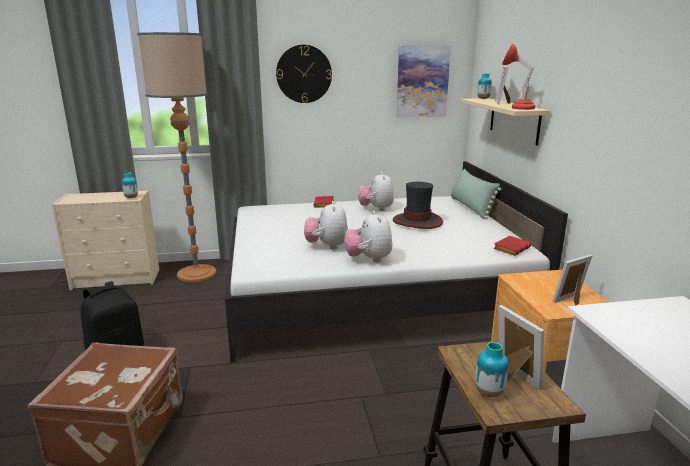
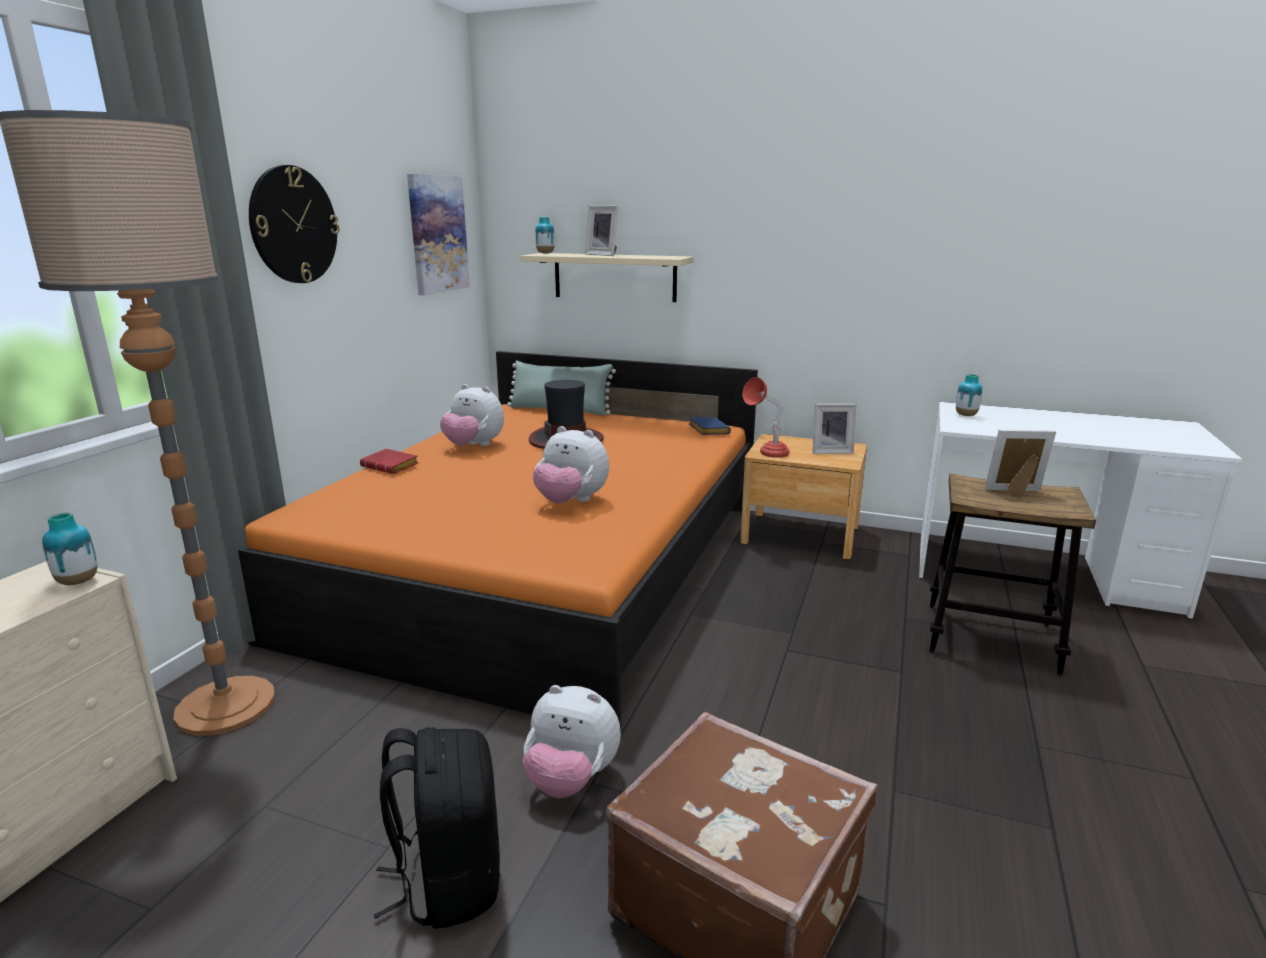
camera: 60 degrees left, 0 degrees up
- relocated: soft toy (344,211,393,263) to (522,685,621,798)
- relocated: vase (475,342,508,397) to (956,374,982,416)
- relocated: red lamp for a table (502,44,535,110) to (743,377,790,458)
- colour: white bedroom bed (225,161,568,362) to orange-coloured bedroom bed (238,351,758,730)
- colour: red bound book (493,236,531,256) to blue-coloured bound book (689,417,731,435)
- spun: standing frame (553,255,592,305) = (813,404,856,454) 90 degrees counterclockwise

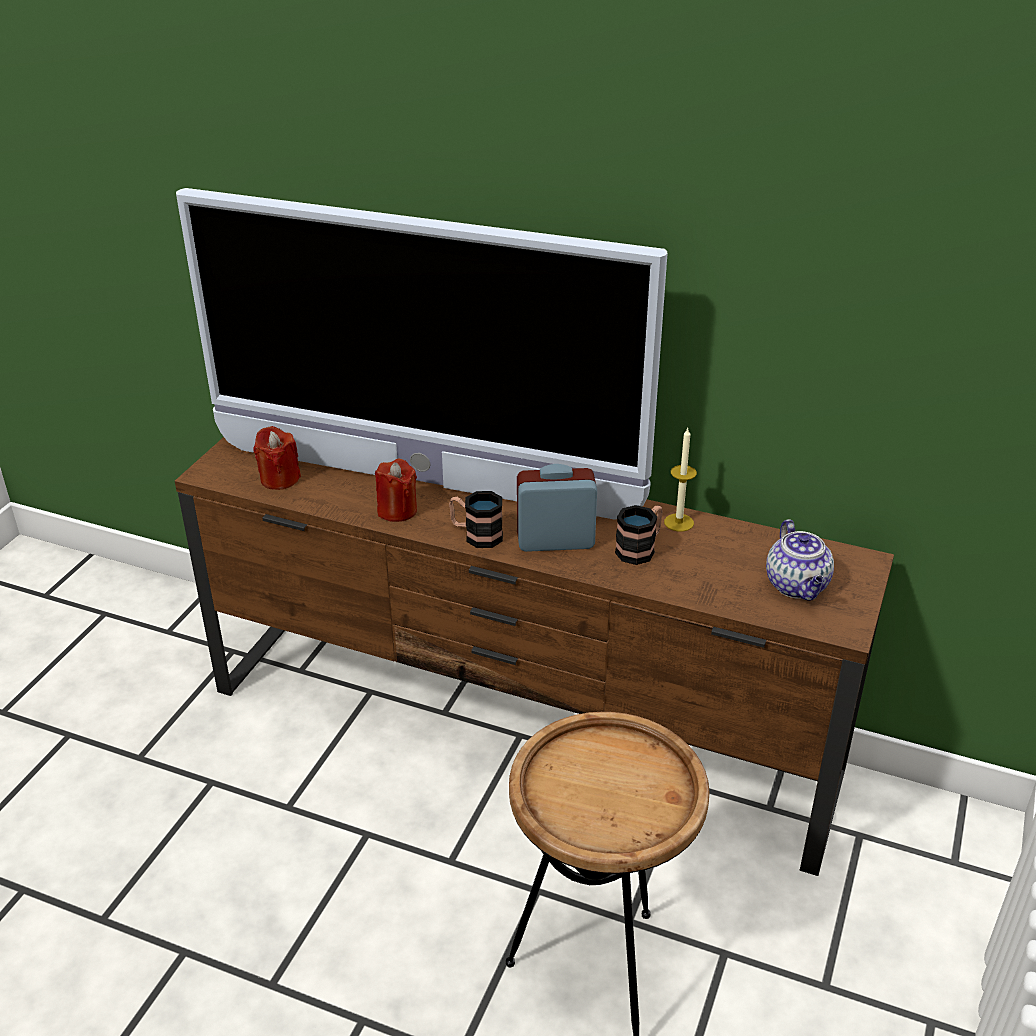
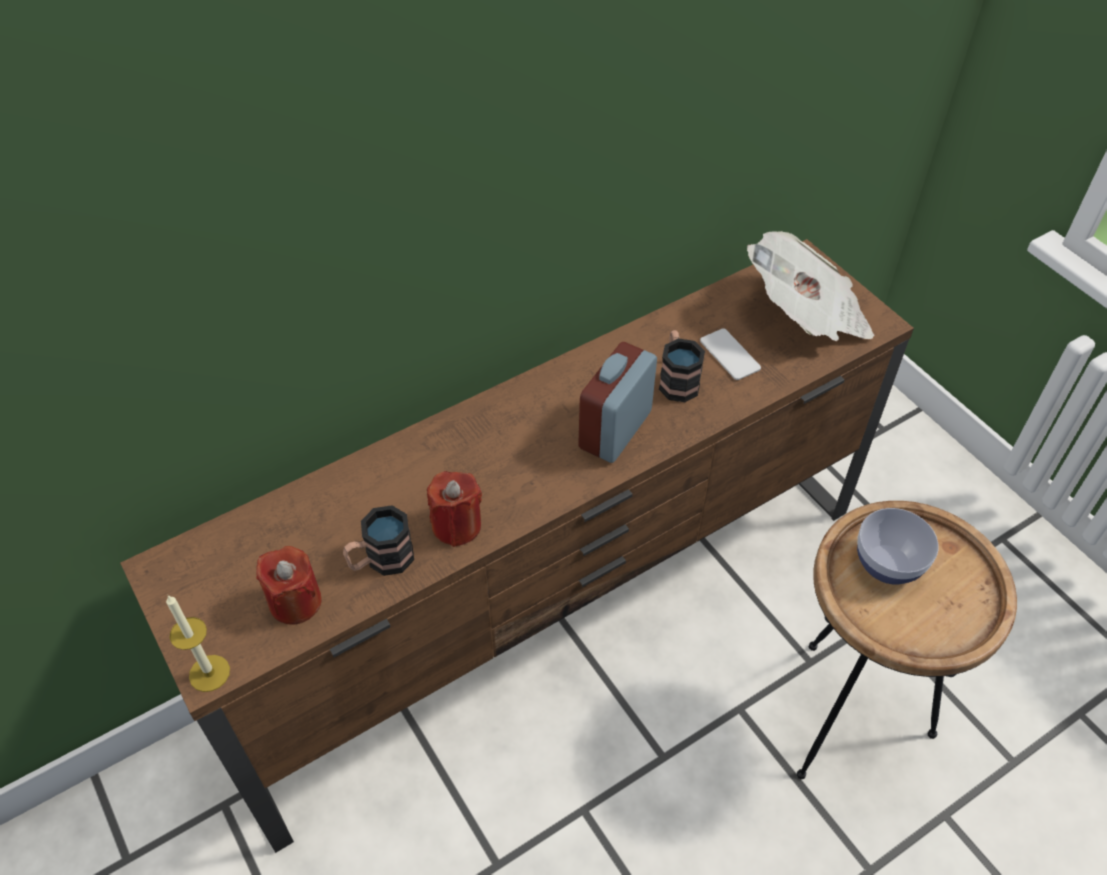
camera: 55 degrees left, 15 degrees up
- missing: TV set (176,188,668,520)
- appeared: telephone (700,329,761,380)
- appeared: deep dish (857,508,938,585)
- relocated: mug (449,491,503,548) to (343,505,414,576)
- relocated: wax candle (664,428,697,532) to (166,595,230,692)
- exchanged: teapot (766,519,834,601) to daily paper (747,231,874,341)

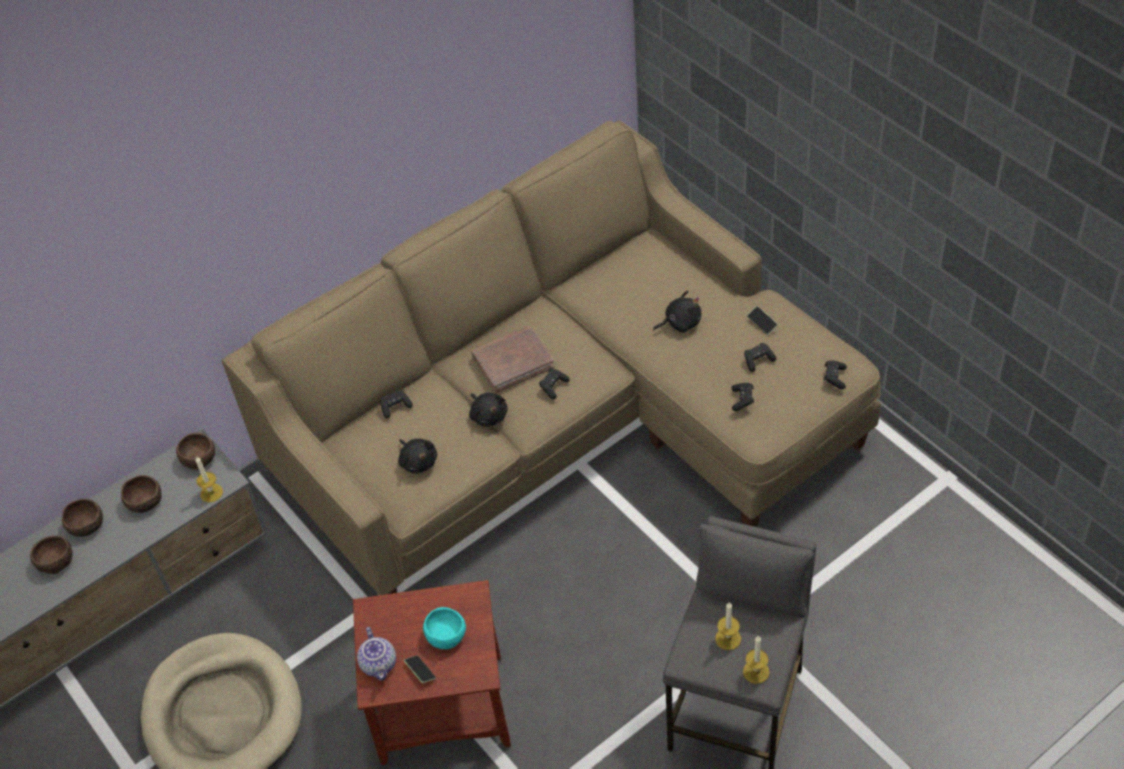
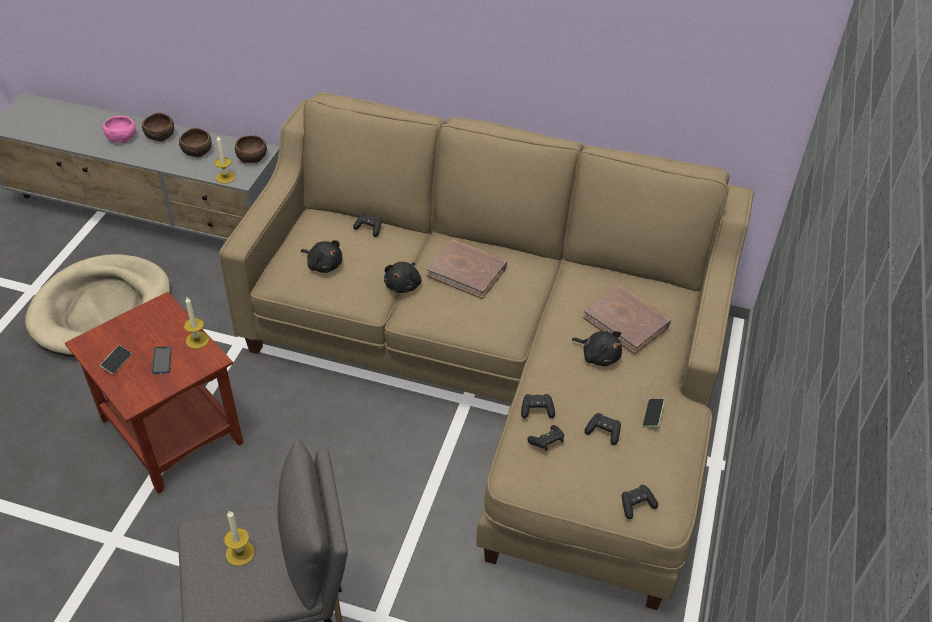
camera: 50 degrees right, 5 degrees down
- missing: teapot (357,627,396,681)
- appeared: brown-coloured bound book (583,285,671,354)
- relocated: black-coloured game controller (539,369,570,399) to (521,394,555,419)
- relocated: wax candle (743,636,770,684) to (184,297,209,349)
- exchanged: blue-green deep dish (423,607,466,649) to telephone (152,346,172,374)
- colour: brown-coloured deep dish (30,536,73,574) to pink deep dish (103,116,136,144)
- spun: black-coloured soft toy (398,439,437,474) = (301,240,342,273) 75 degrees counterclockwise

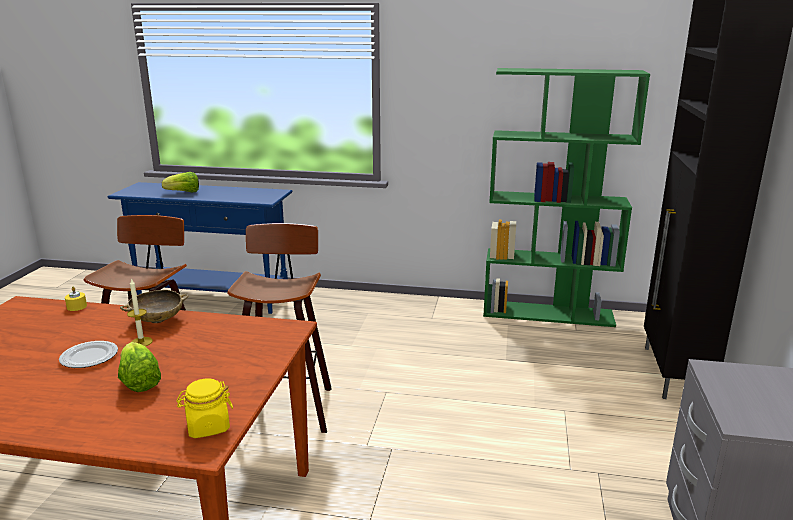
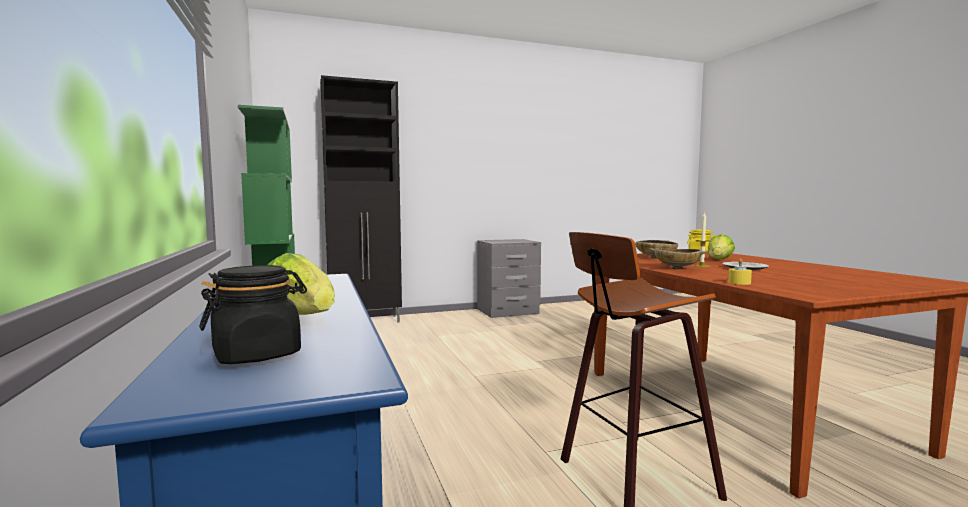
camera: 120 degrees left, 15 degrees down
- missing: sitting stool (227,223,332,433)
- appeared: black-coloured jar (199,265,307,364)
- appeared: beige-coloured deep dish (635,240,678,258)

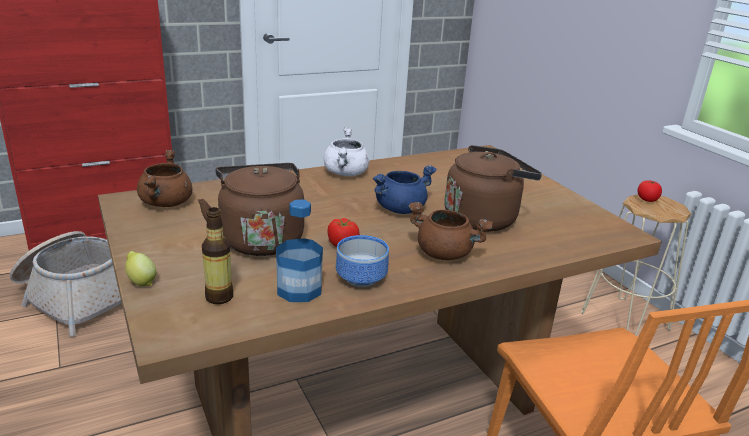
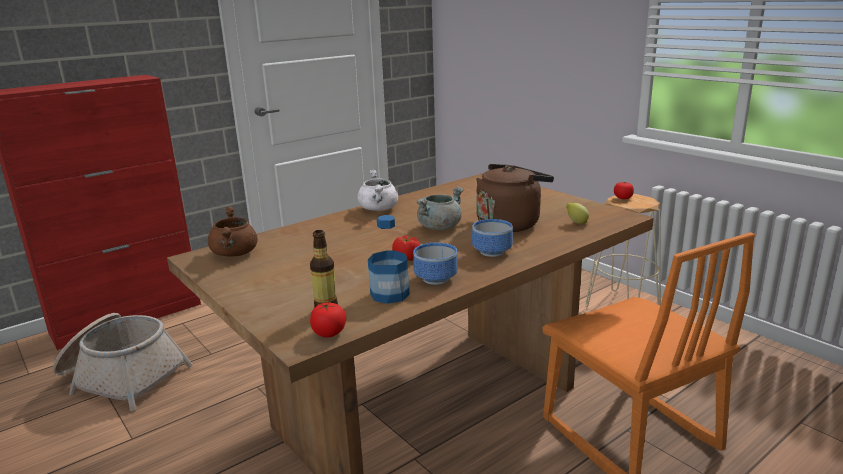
camera: 10 degrees left, 5 degrees down
- missing: brown-coloured tea kettle (198,163,304,256)
- appeared: whole tomato (310,302,346,337)
- relocated: whole lemon (125,251,156,286) to (566,203,589,224)
- exchanged: brown-coloured stockpot (408,202,494,260) to deep dish (472,219,513,257)
- colour: blue-coloured stockpot (373,165,437,214) to grey stockpot (417,187,464,230)

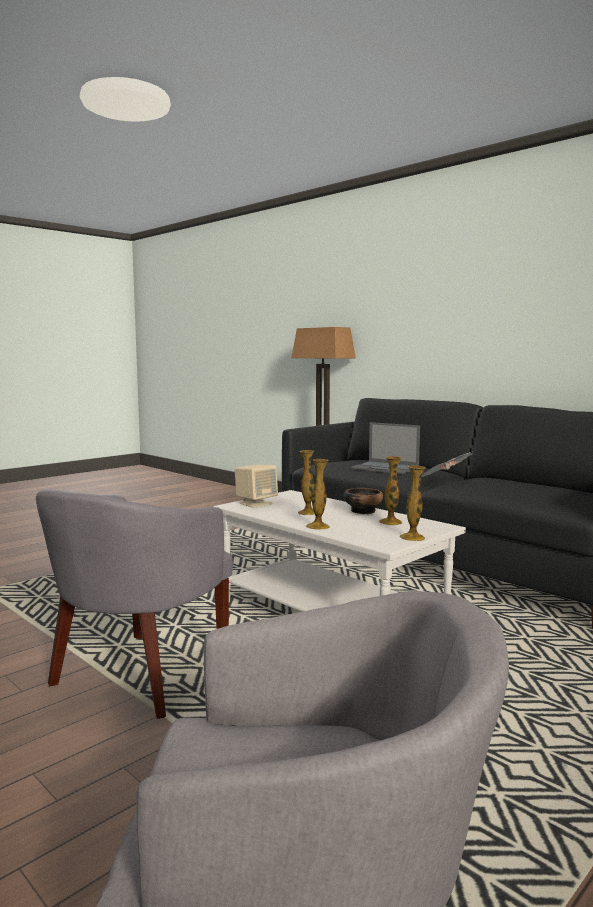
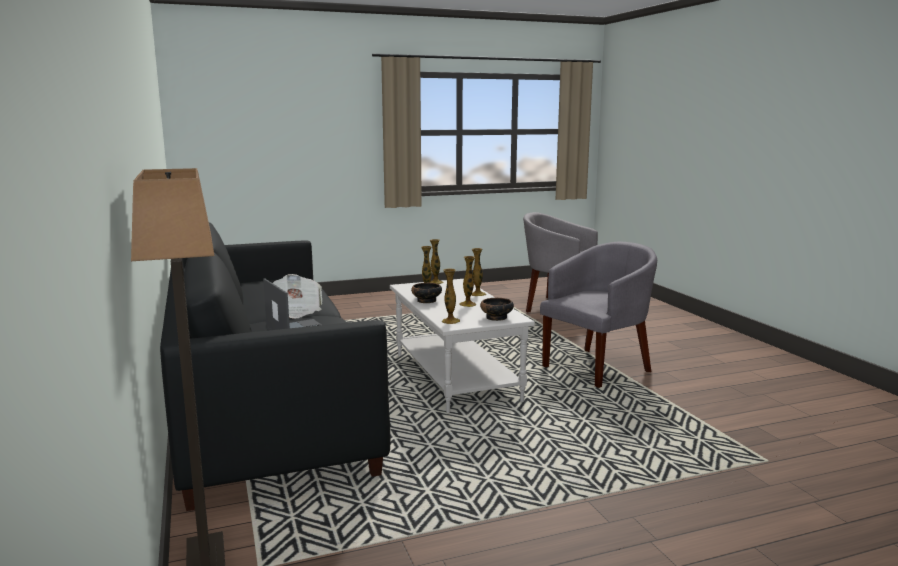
camera: 155 degrees left, 5 degrees up
- appeared: vase (442,268,460,324)
- exchanged: beige-coloured audio speaker (235,465,278,508) to deep dish (480,298,514,321)

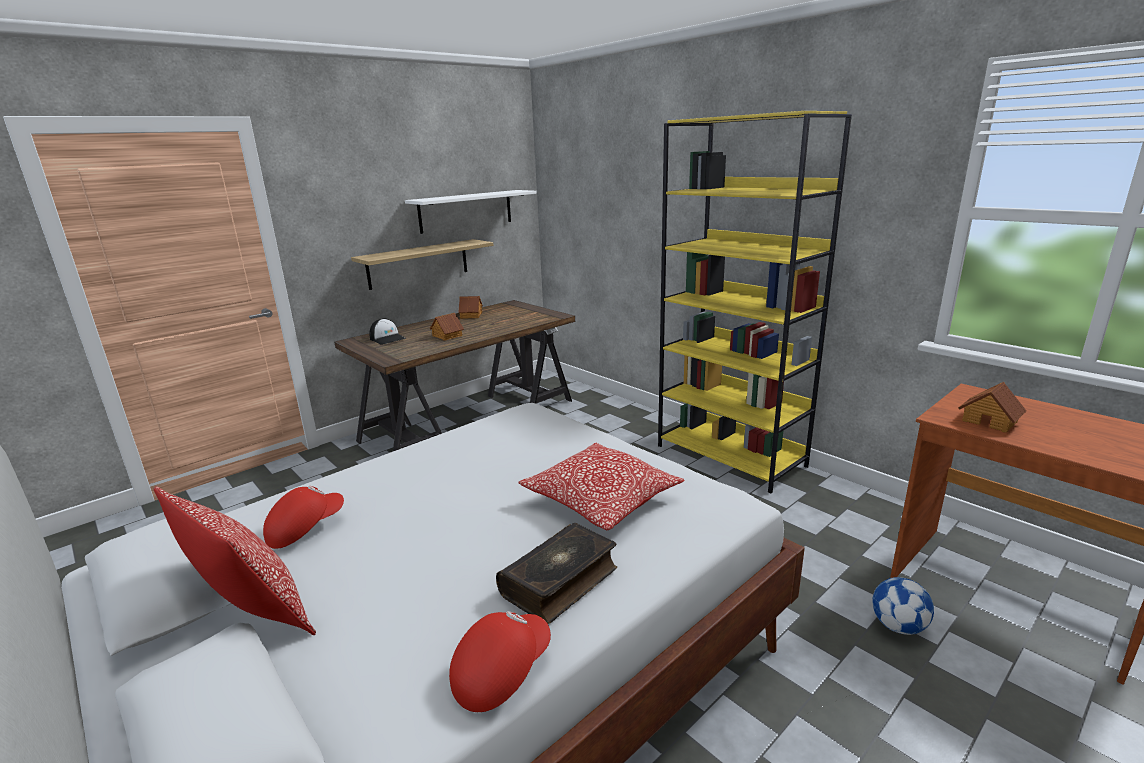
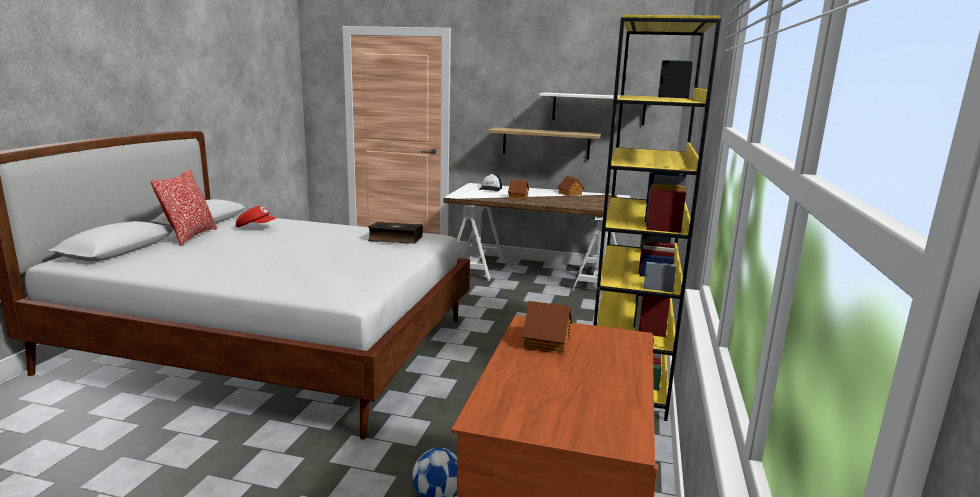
camera: 55 degrees right, 5 degrees down
- missing: red baseball cap (449,611,551,712)
- missing: pillow (518,442,685,530)
- relocated: bound book (496,523,617,624) to (368,222,423,244)
- colour: brown-coloured desk (334,300,575,451) to white desk (443,183,631,291)

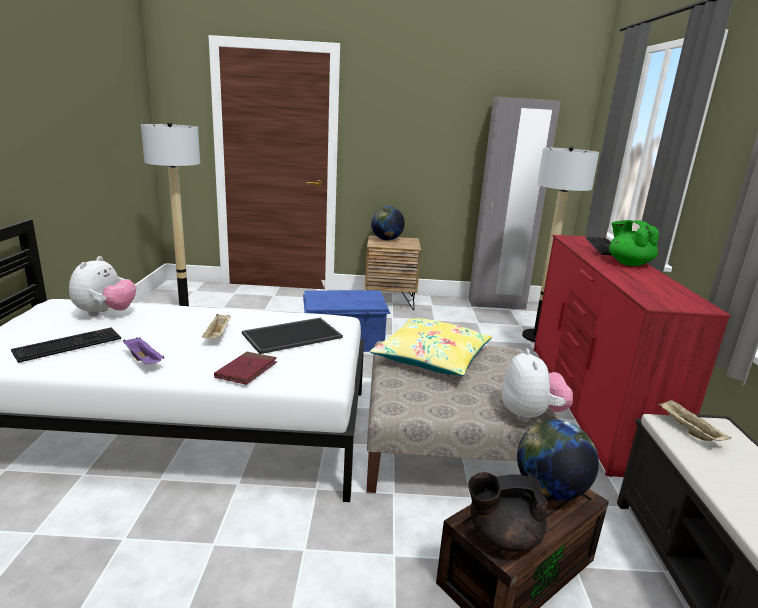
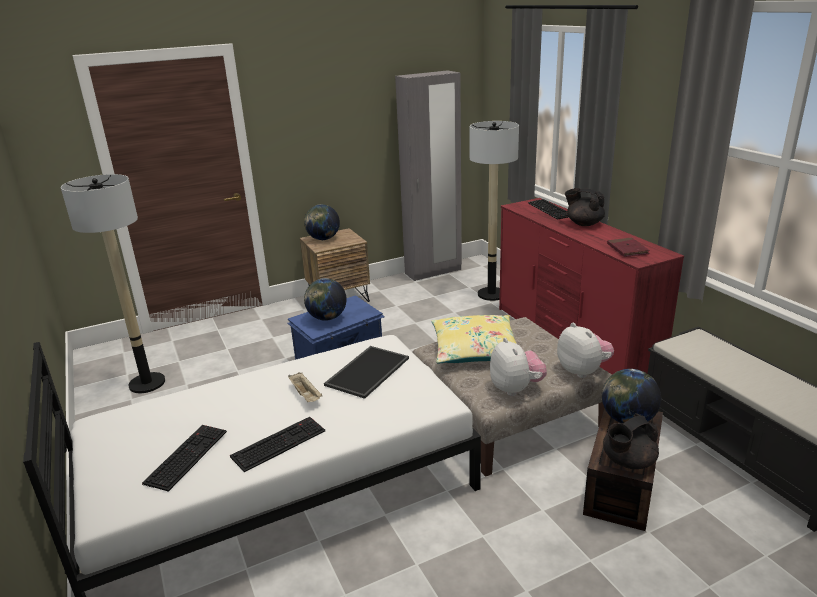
camera: 25 degrees left, 5 degrees up
- missing: beige-coloured serving tray (658,399,731,441)
- appeared: desk globe (304,278,347,321)
- relocated: soft toy (69,256,136,316) to (490,338,547,396)
- relocated: red bound book (214,352,277,385) to (607,237,650,257)
- exchanged: purple-coloured serving tray (123,337,164,364) to keyboard (230,417,325,472)
- colour: greenish teapot (609,220,659,266) to black-coloured teapot (565,188,605,226)

